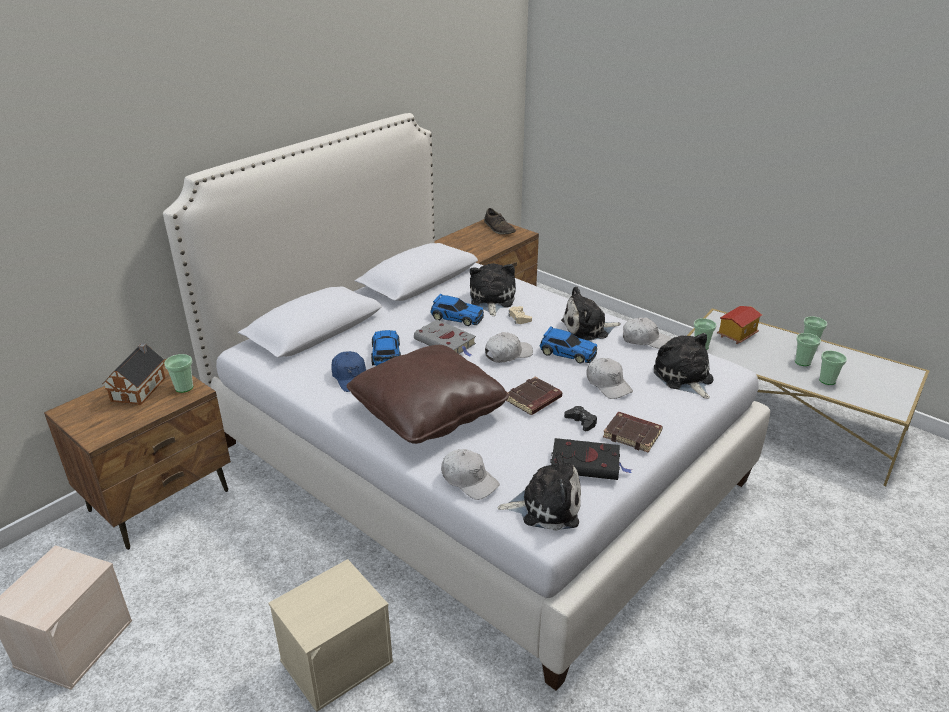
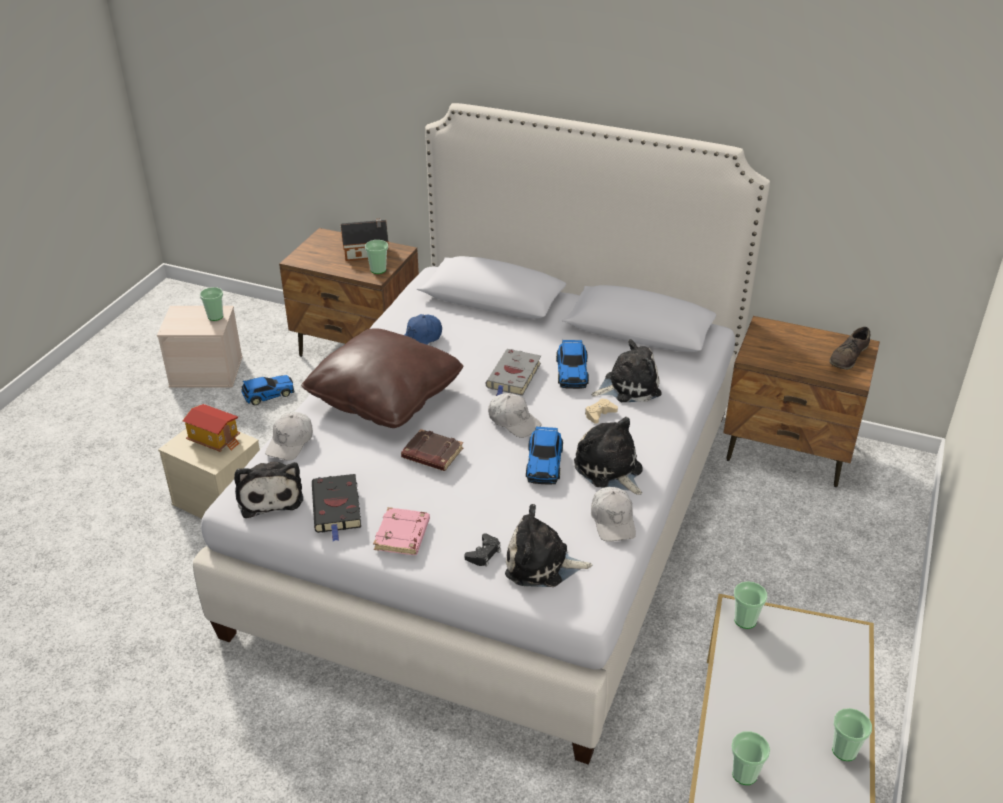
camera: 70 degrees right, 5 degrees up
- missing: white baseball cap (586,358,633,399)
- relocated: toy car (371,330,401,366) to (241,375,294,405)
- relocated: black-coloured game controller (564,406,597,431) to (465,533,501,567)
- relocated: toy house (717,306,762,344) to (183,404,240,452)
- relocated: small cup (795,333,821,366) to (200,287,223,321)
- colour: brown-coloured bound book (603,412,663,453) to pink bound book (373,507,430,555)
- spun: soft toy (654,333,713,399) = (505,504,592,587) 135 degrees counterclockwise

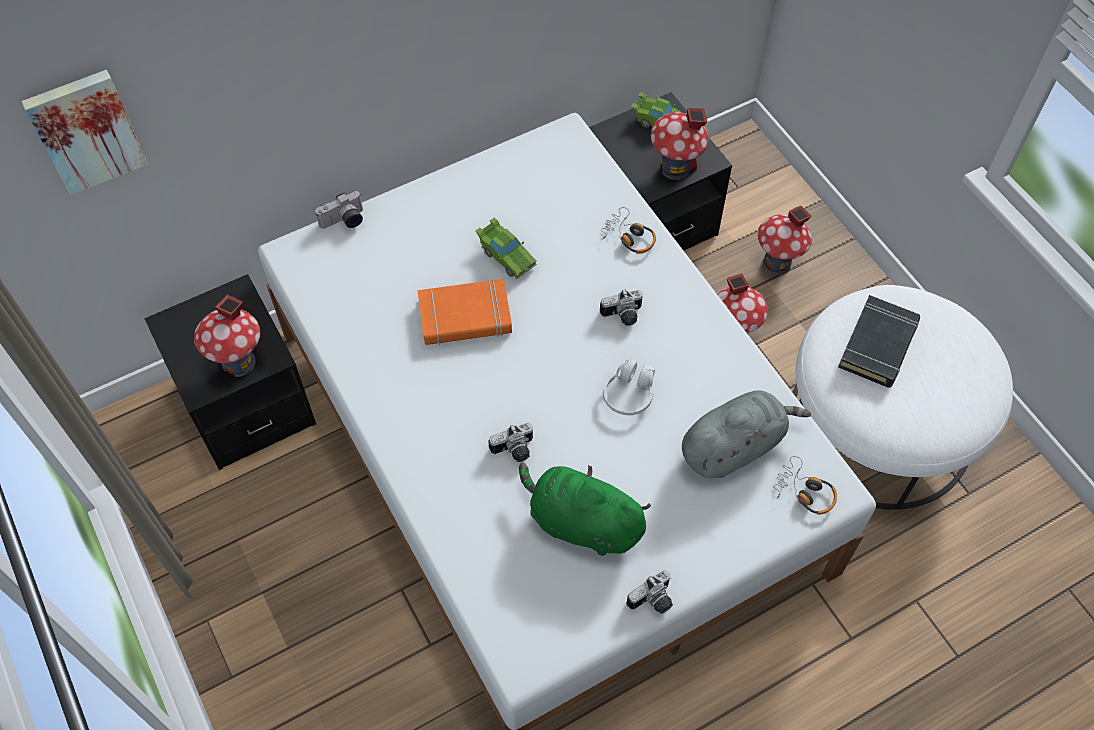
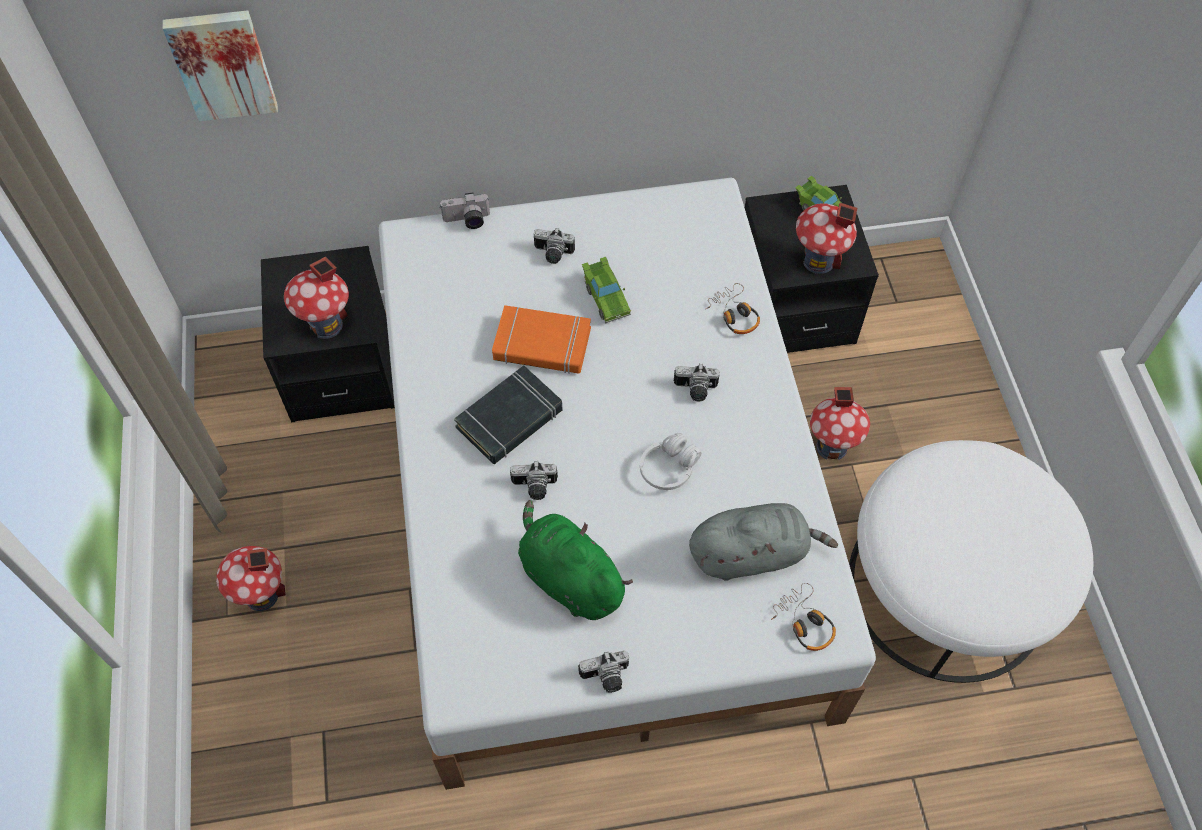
camera: 20 degrees right, 0 degrees up
- appeared: photo camera (534,228,575,264)
- relocated: toy house (758,206,812,275) to (216,546,286,611)
- relocated: black-coloured bound book (838,295,920,388) to (454,365,563,464)

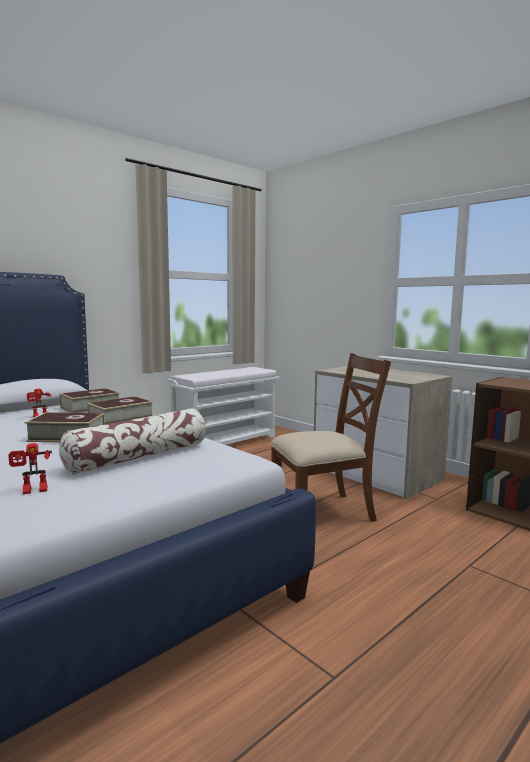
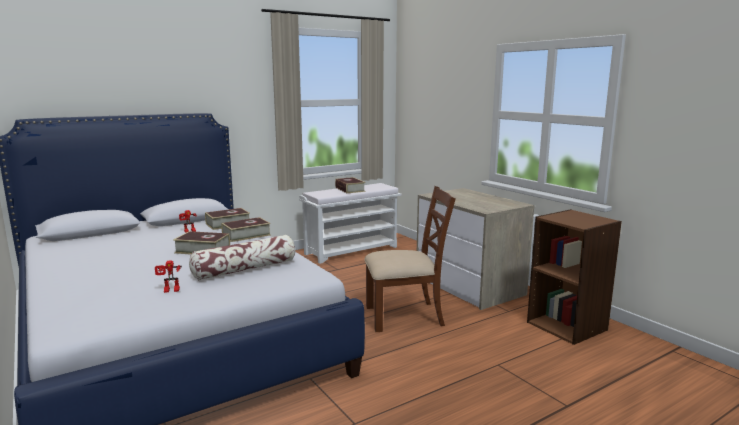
camera: 10 degrees right, 5 degrees up
- appeared: bound book (335,177,366,193)

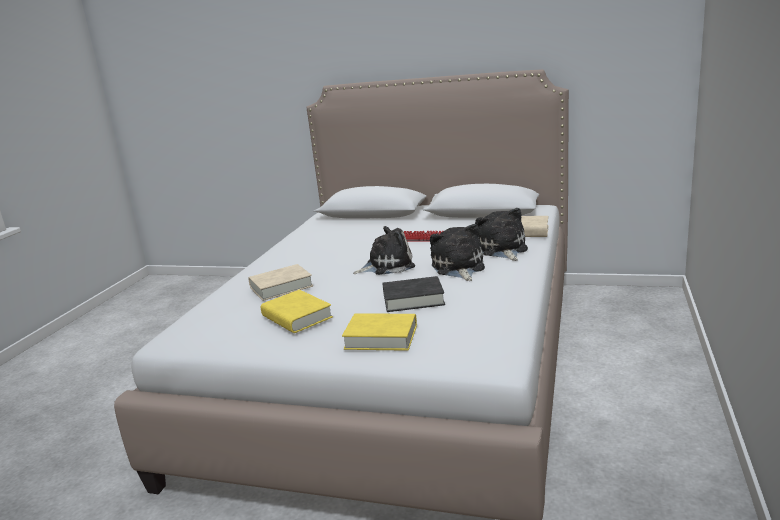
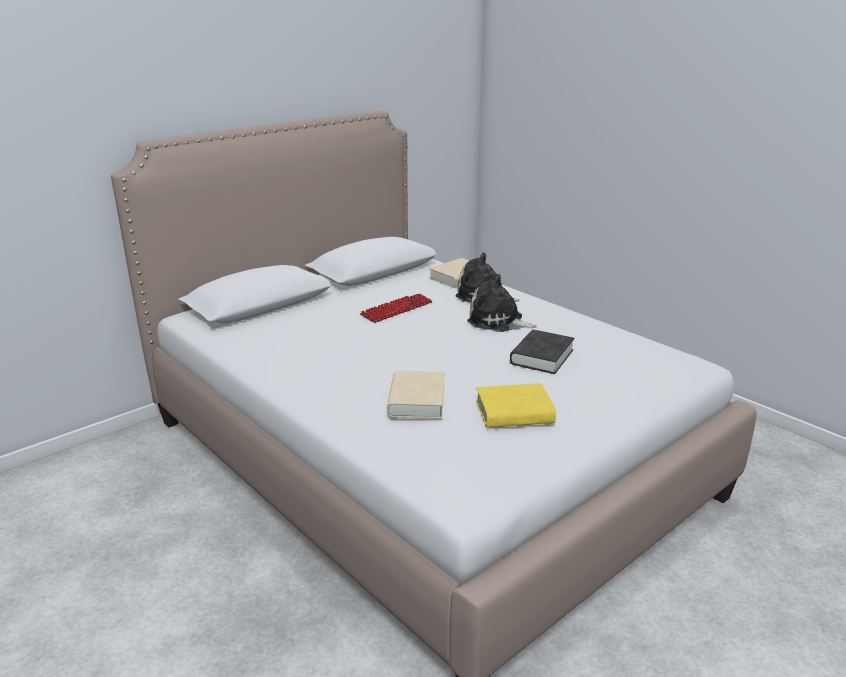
camera: 60 degrees left, 5 degrees up
- missing: yellowish bound book (342,314,417,351)
- missing: soft toy (353,226,415,275)

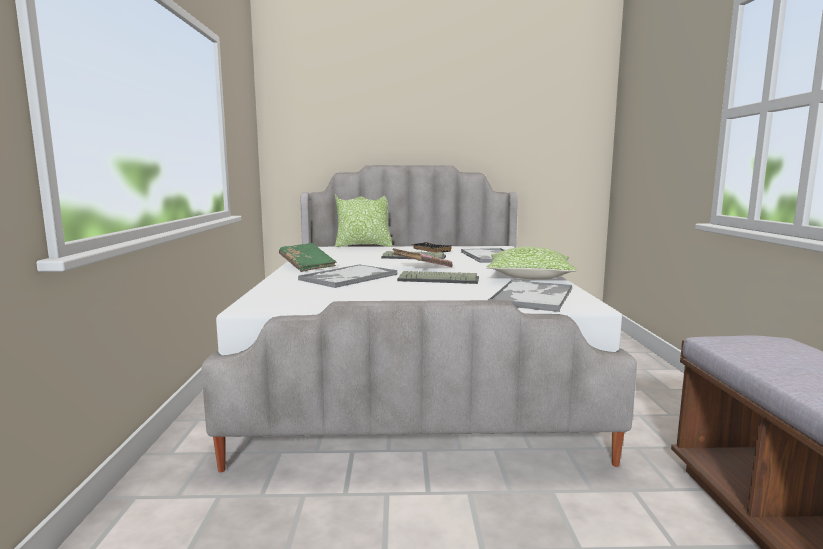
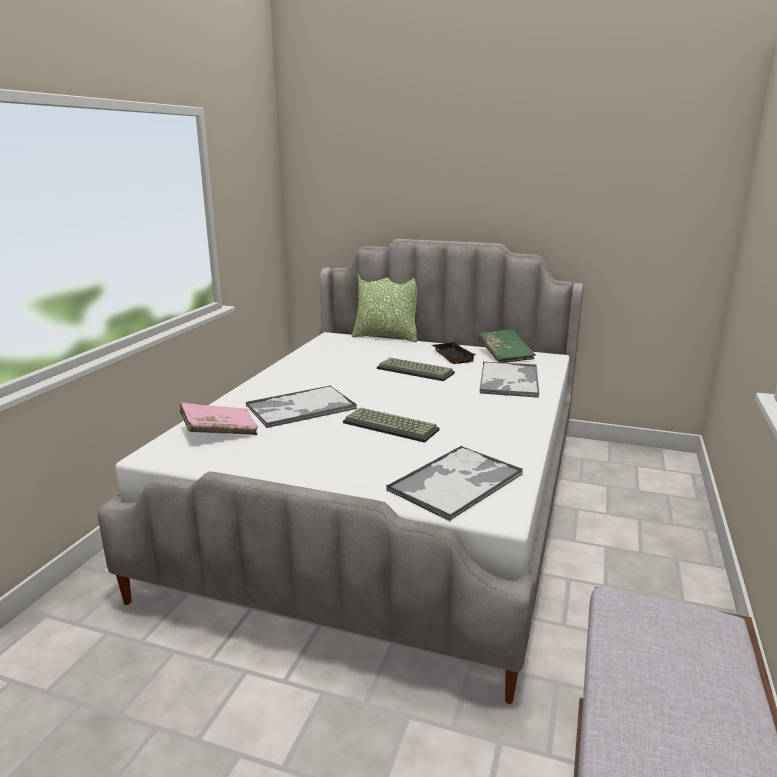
camera: 20 degrees right, 10 degrees up
- missing: pillow (486,247,577,280)
- relocated: greenish bound book (279,243,336,272) to (478,329,536,363)
- relocated: pink bound book (393,248,453,267) to (179,402,258,435)

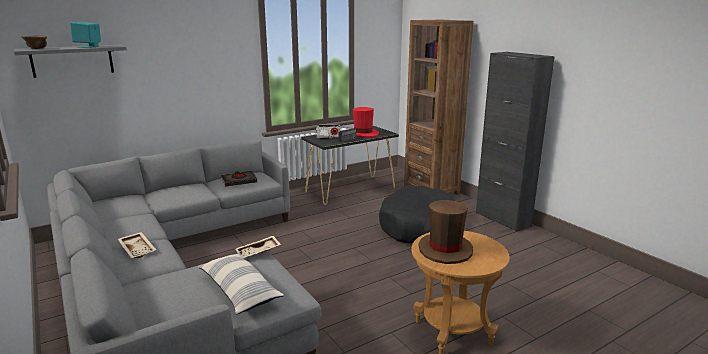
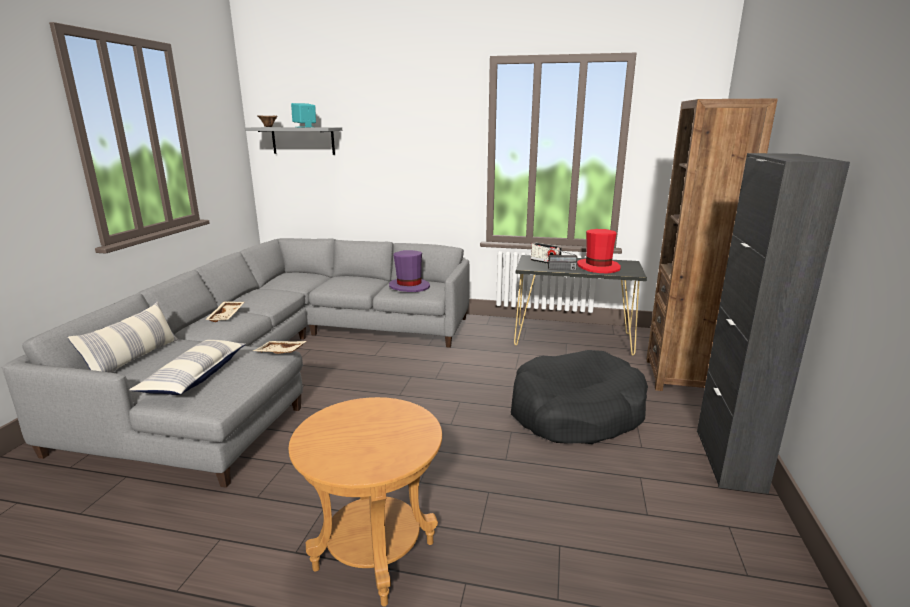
camera: 45 degrees right, 0 degrees up
- missing: brown-coloured wearable hat (419,200,473,264)
- appeared: pillow (67,301,178,373)
- exchanged: black-coloured bound book (221,171,257,187) to purple-coloured wearable hat (389,250,430,292)

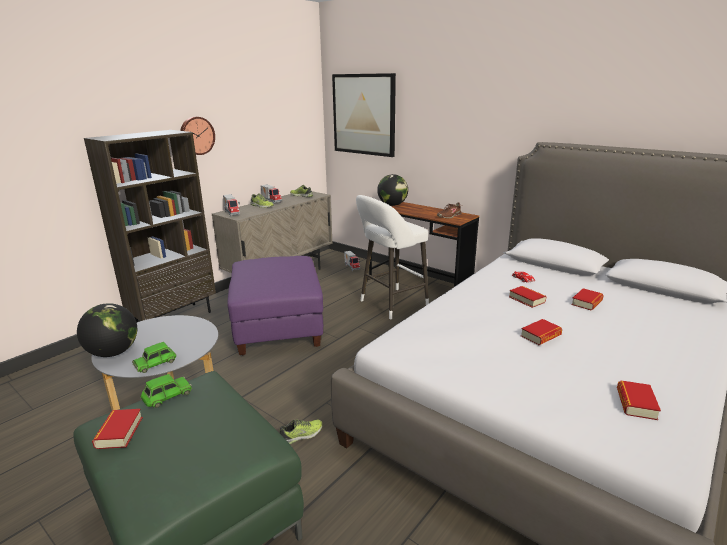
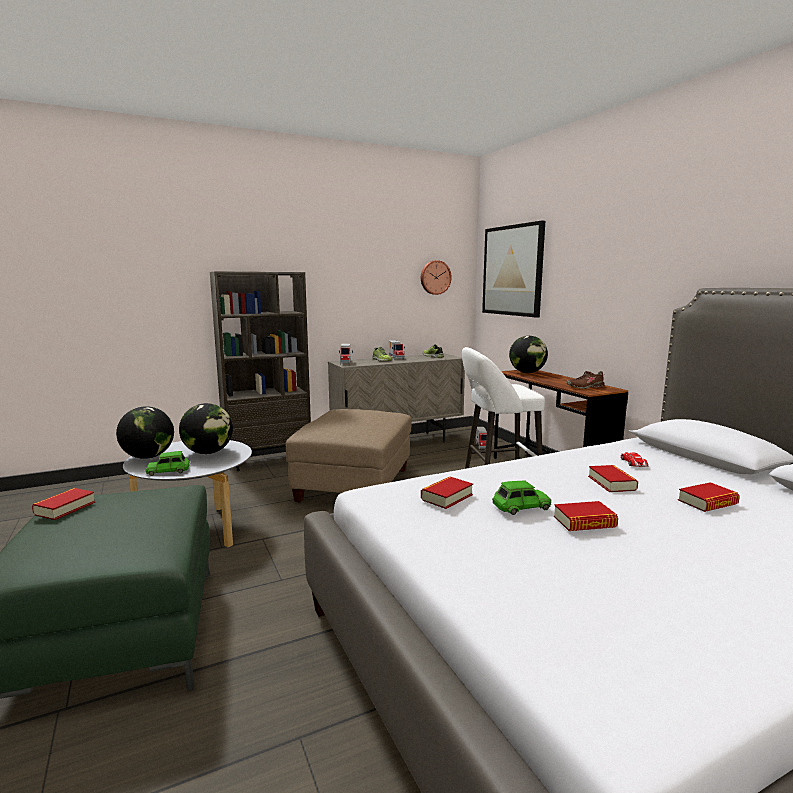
camera: 25 degrees right, 10 degrees down
- missing: item of footwear (279,419,322,444)
- appeared: desk globe (179,403,233,454)
- relocated: greenish toy car (140,374,192,408) to (492,480,552,515)
- relocated: hanging clock (180,117,215,155) to (421,260,452,295)
- relocated: bound book (617,380,661,420) to (421,477,473,509)
- colour: purple-coloured pouffe (227,256,323,355) to beige-coloured pouffe (286,409,411,503)

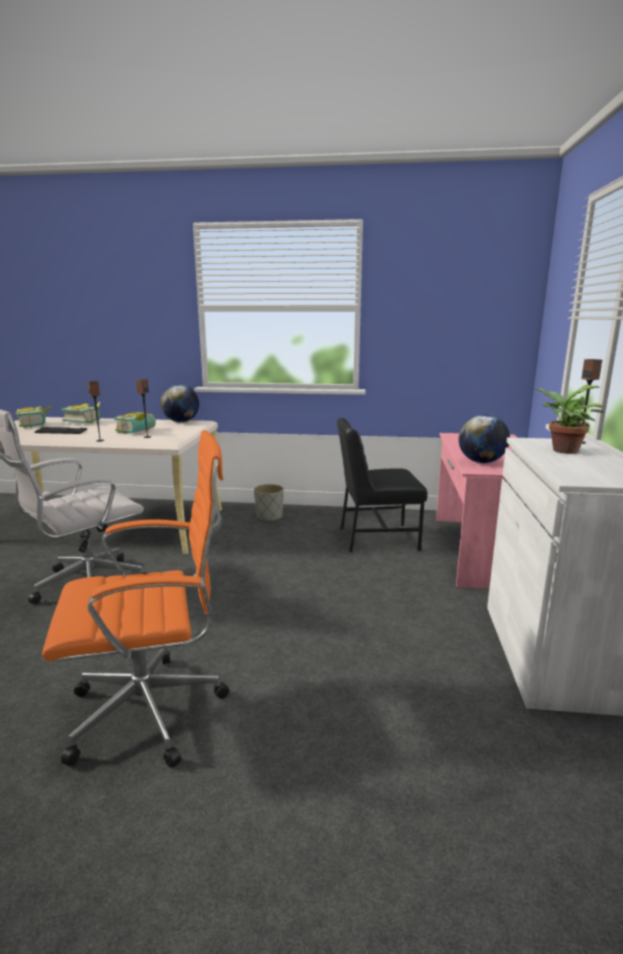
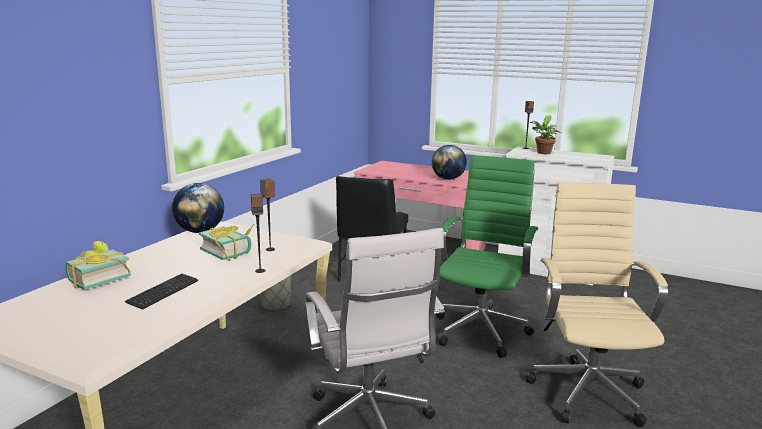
camera: 70 degrees left, 0 degrees up
- missing: bound book (16,406,52,428)
- appeared: greenish office chair (436,155,538,358)
- colour: orange-coloured office chair (42,430,229,768) to beige-coloured office chair (525,183,668,427)

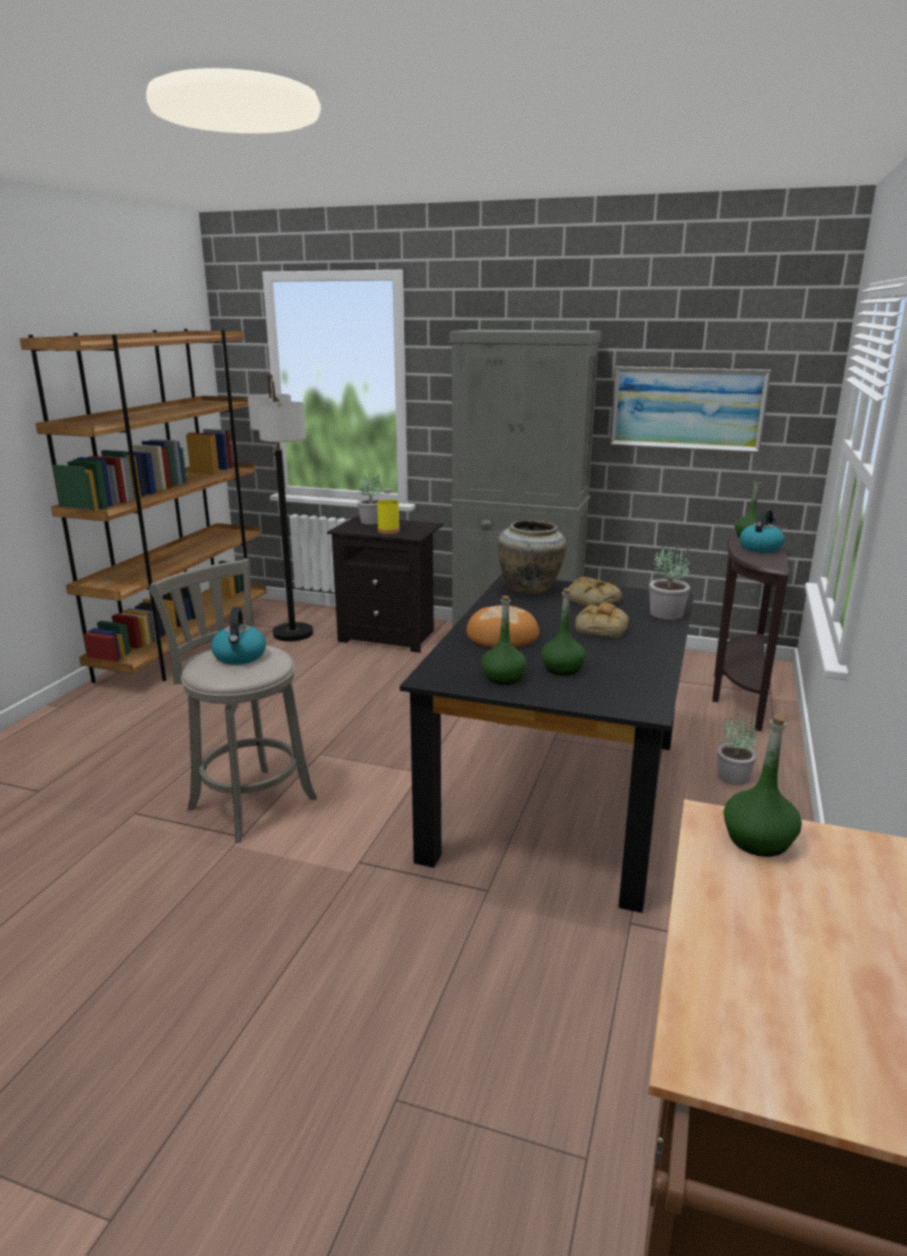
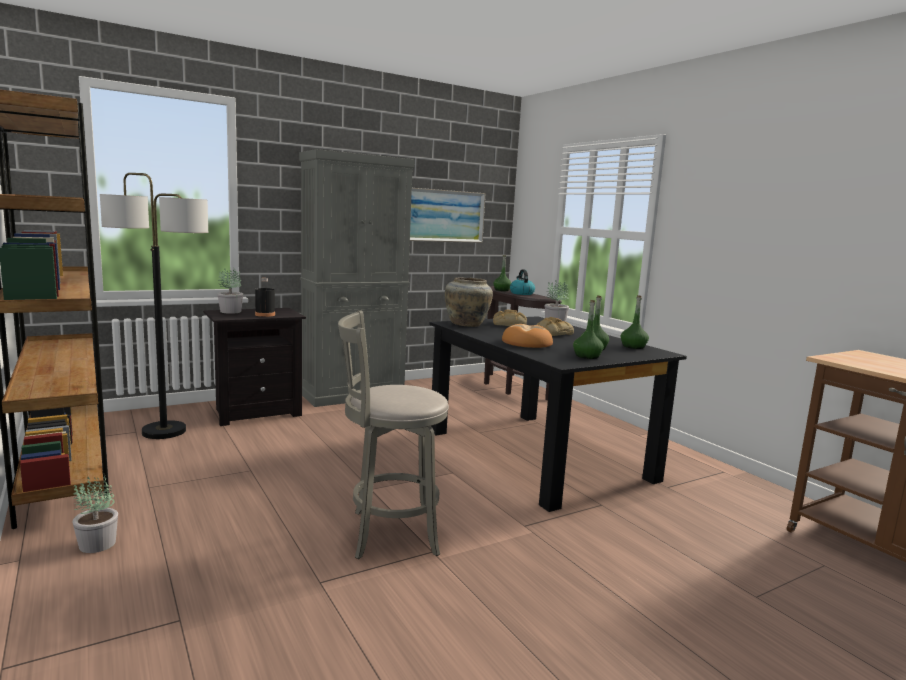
camera: 50 degrees left, 10 degrees down
- missing: tea kettle (211,607,266,665)
- relocated: houseplant (717,714,757,785) to (72,476,118,553)
- relocated: greenish bottle (723,714,802,857) to (621,295,649,349)
- colour: yellowish bottle (377,489,400,534) to black-coloured bottle (255,278,275,317)

